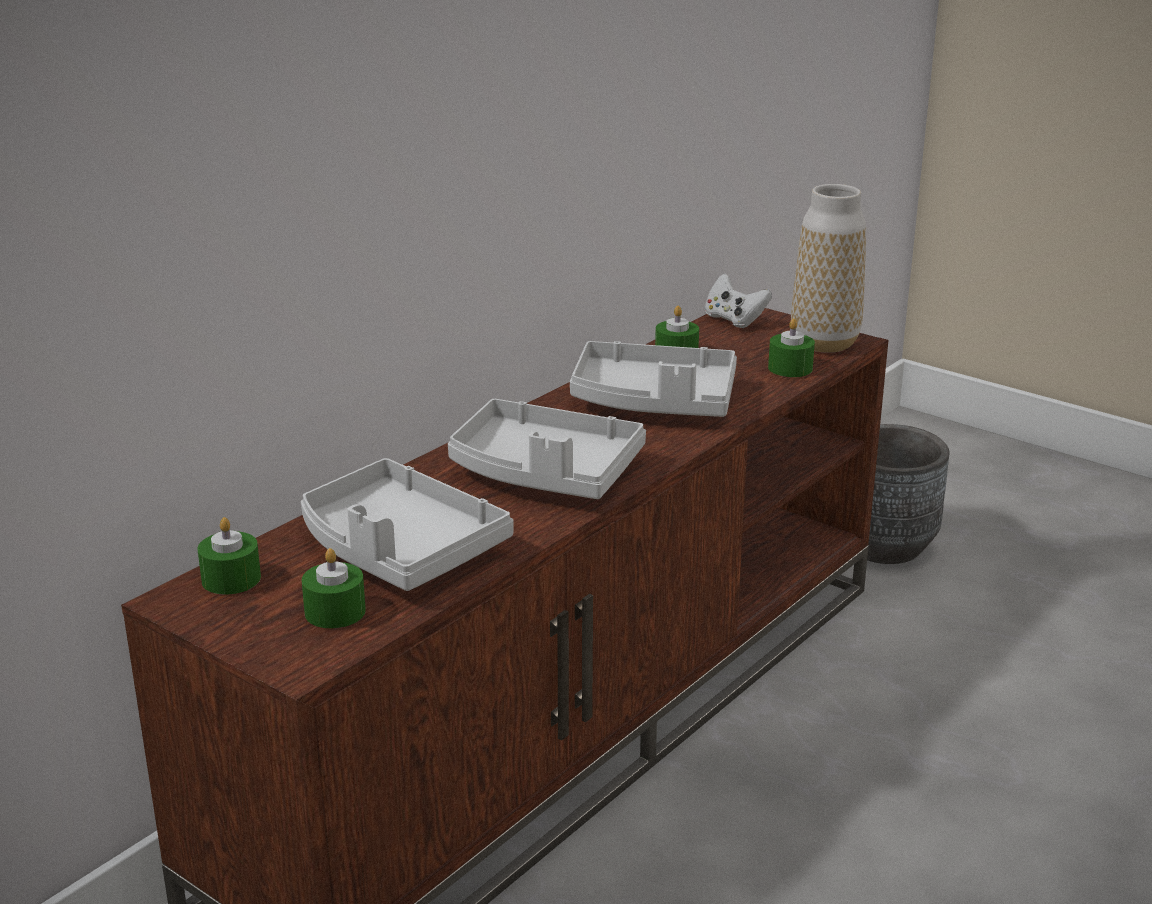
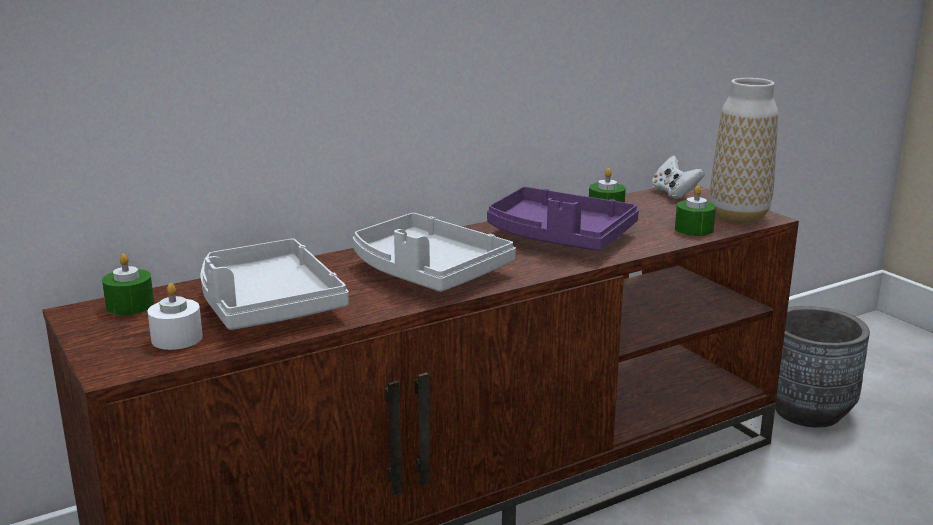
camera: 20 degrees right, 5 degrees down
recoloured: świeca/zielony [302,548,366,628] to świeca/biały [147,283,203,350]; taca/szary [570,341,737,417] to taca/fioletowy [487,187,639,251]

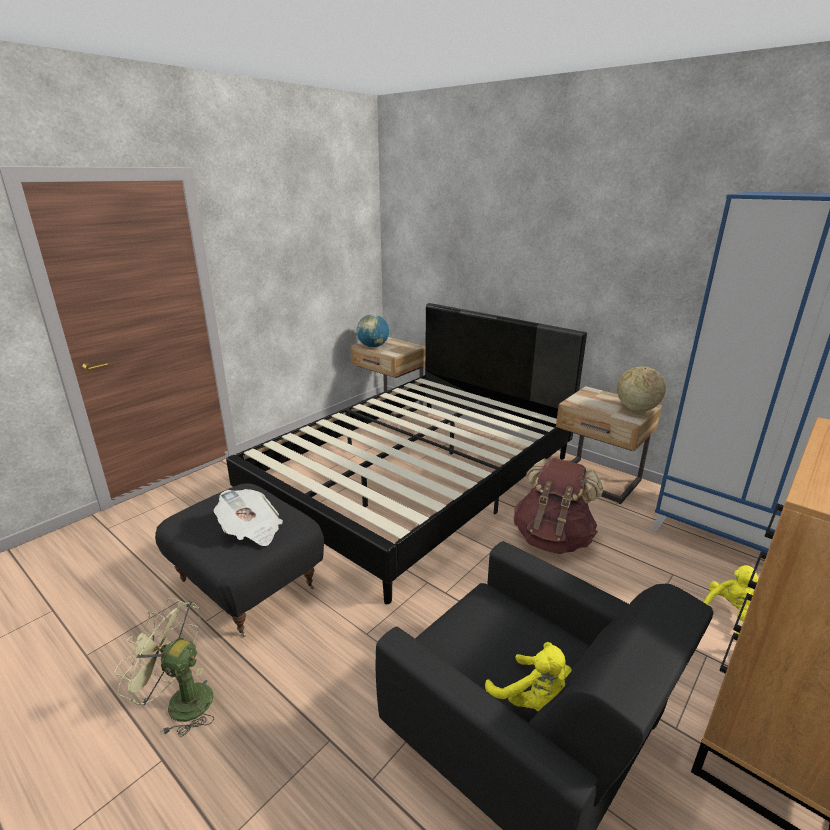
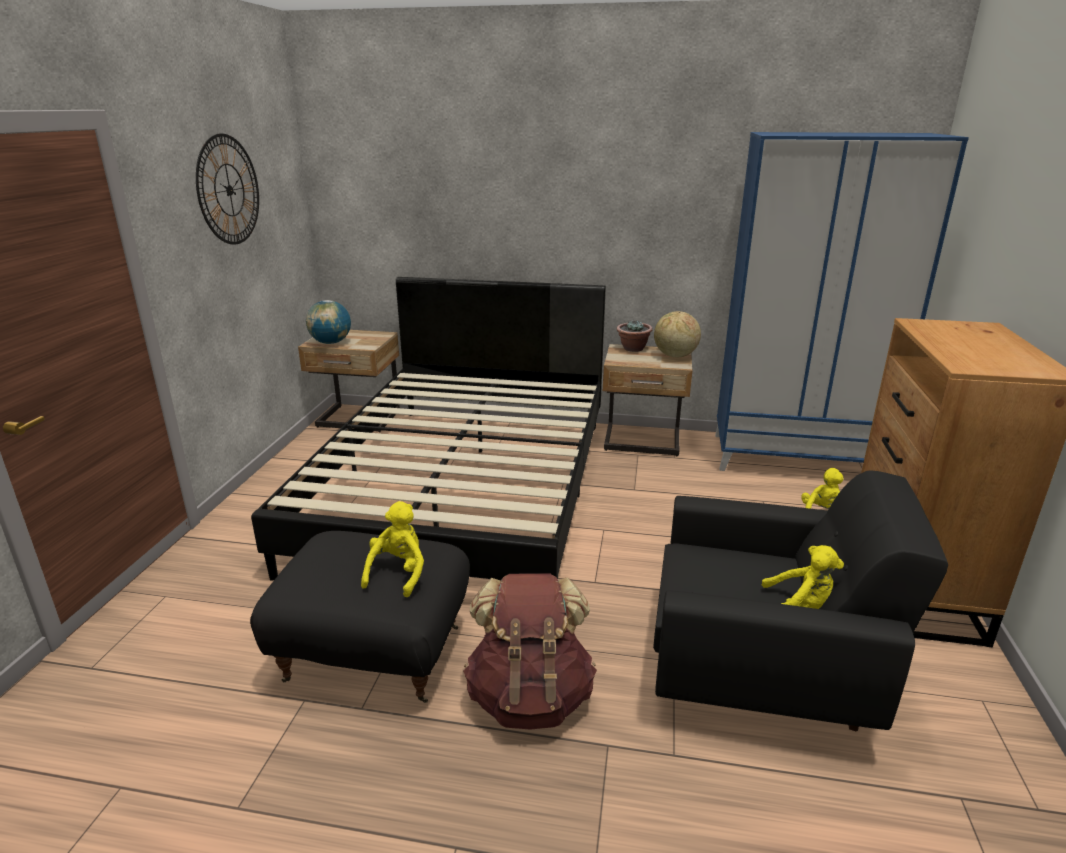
camera: 30 degrees left, 0 degrees up
removed: wentylator/zielony [114,598,214,737]
added: zegar ścienny [196,134,259,245]; roślina doniczkowa [617,320,653,352]
moved: plecak/brązowy [514,458,603,554] to [463,573,597,730]
replaced: gazeta [214,489,283,546] to pluszak/żółty [361,501,424,597]

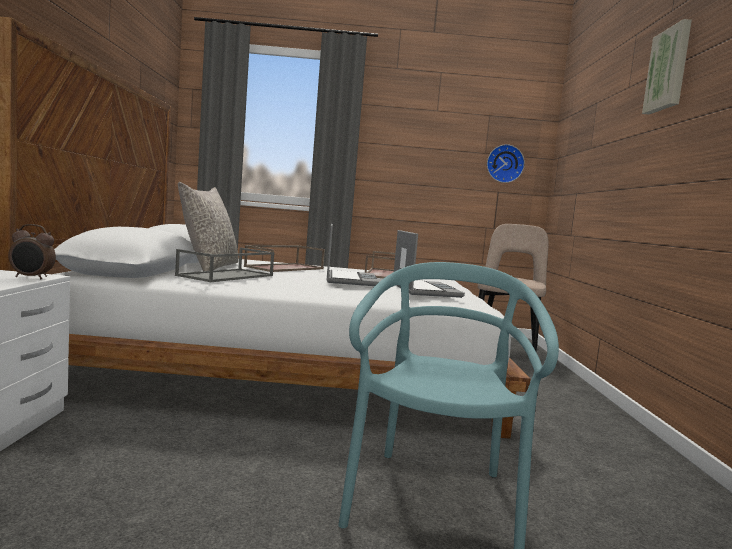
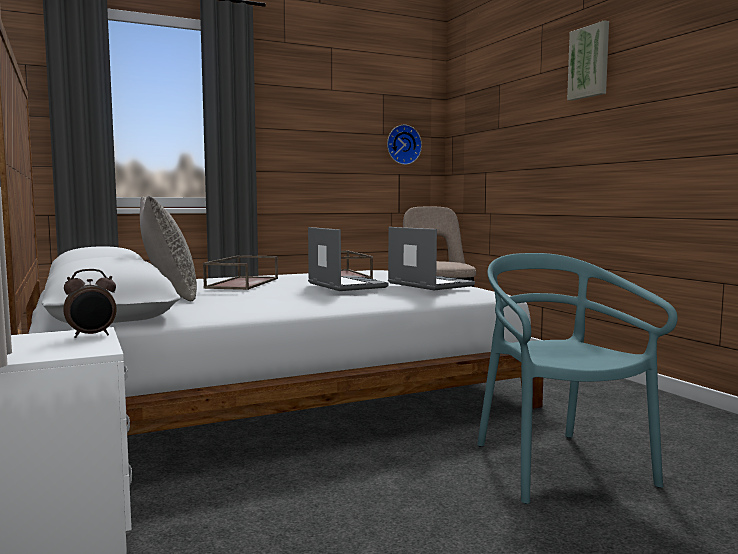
camera: 25 degrees left, 0 degrees up
removed: taca/szary [175,248,275,282]

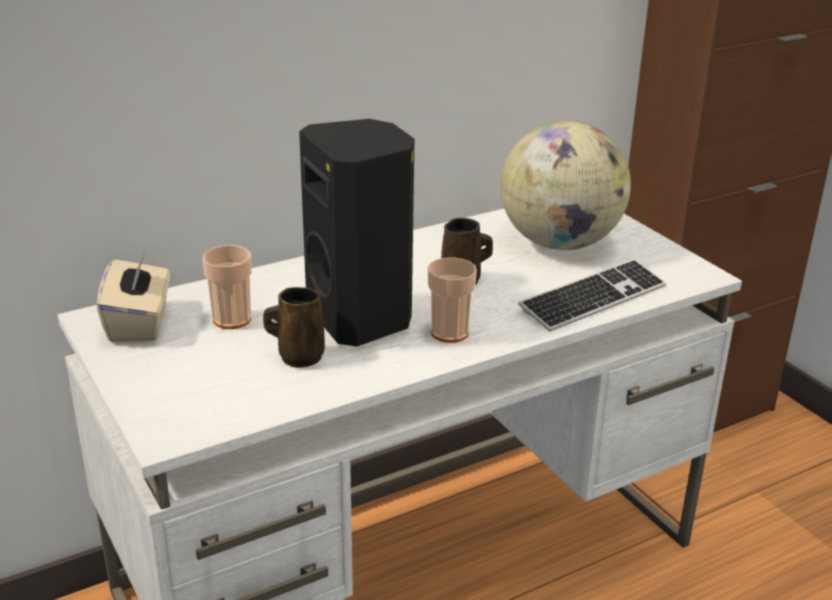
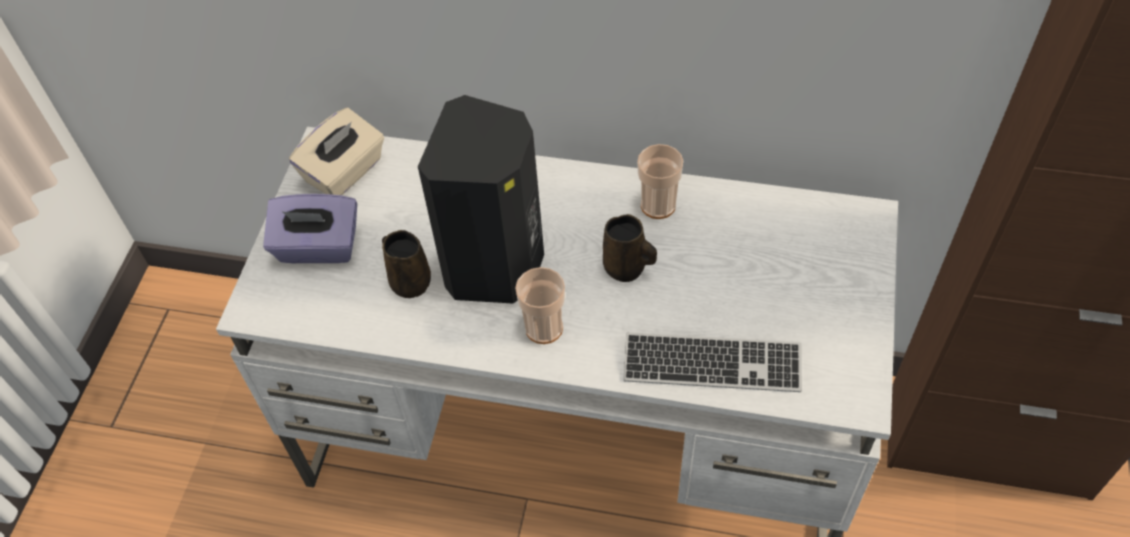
camera: 45 degrees right, 25 degrees up
removed: globus [500,120,631,250]
added: pudełko chusteczek/fioletowy [263,194,357,263]
moved: filiżanka [203,245,252,329] to [637,144,683,219]

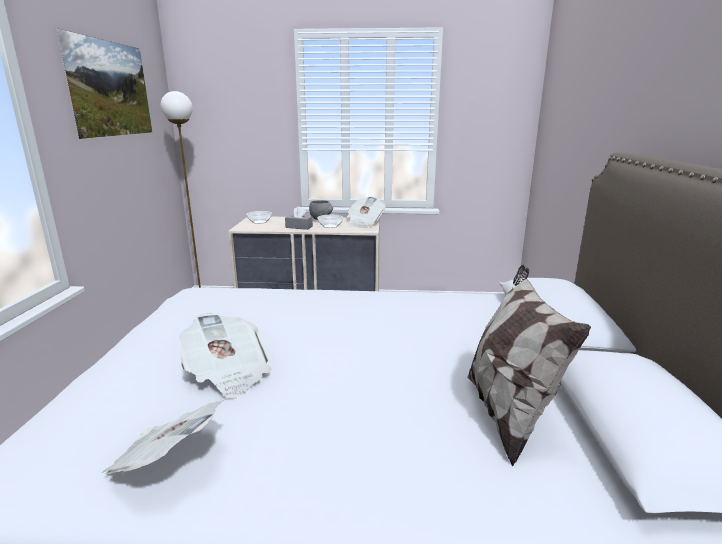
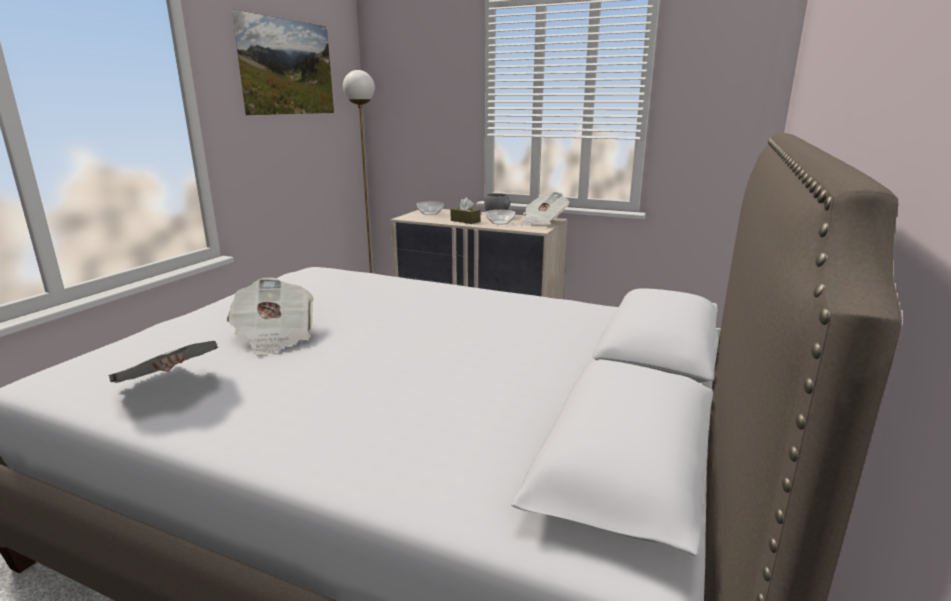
camera: 20 degrees right, 0 degrees up
removed: poduszka [467,265,591,466]
recoloured: pudełko chusteczek/szary [285,207,313,230] to pudełko chusteczek/brązowy [451,198,481,224]

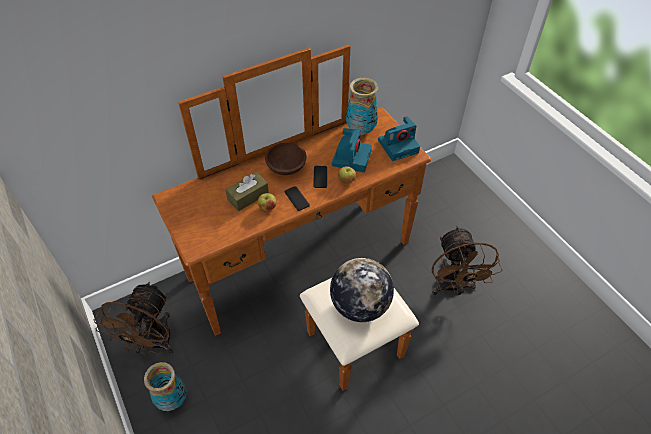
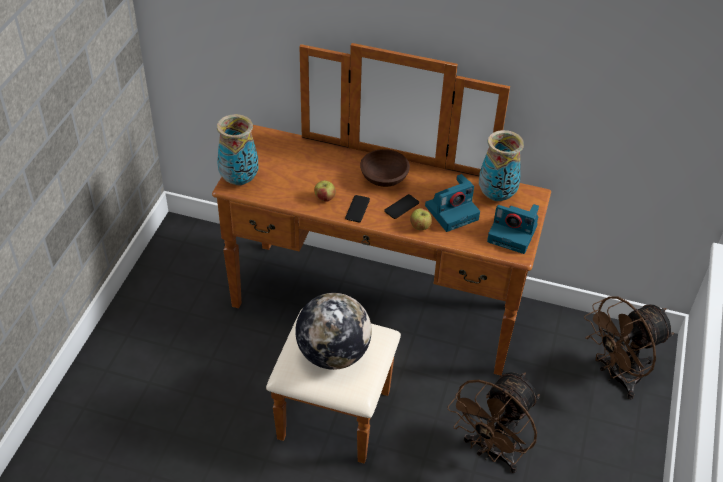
camera: 45 degrees right, 5 degrees down
removed: pudełko chusteczek/brązowy [225,172,269,211]
moved: wentylator/brązowy [94,282,174,356] to [584,296,674,399]; wazon [144,362,186,411] to [217,114,258,186]

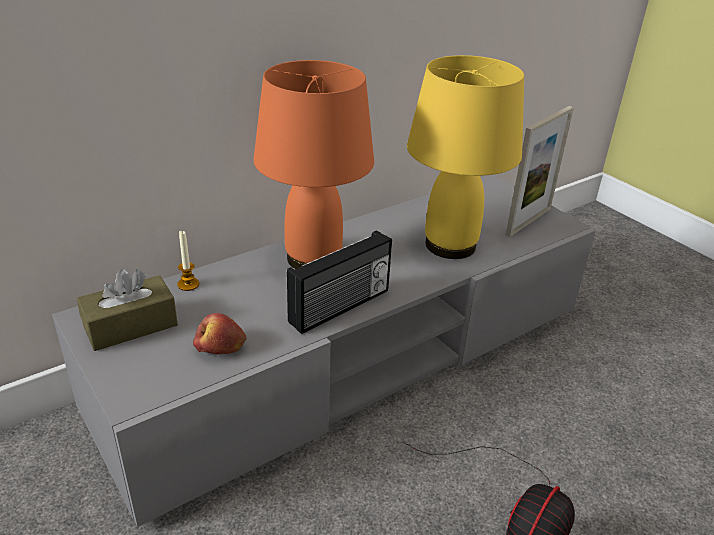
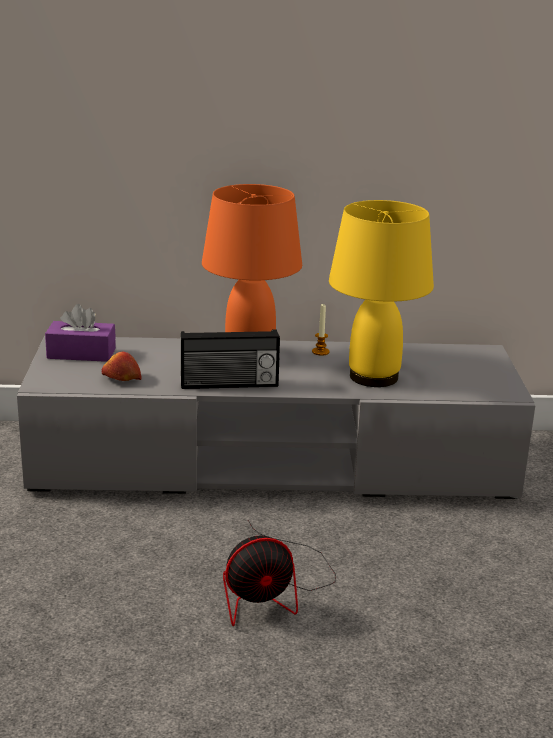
camera: 35 degrees right, 10 degrees down
removed: ramka na zdjęcie [506,106,574,237]
moved: świeca [177,231,199,291] to [312,303,330,356]
recoloured: pudełko chusteczek/brązowy [77,269,178,351] to pudełko chusteczek/fioletowy [45,304,116,362]

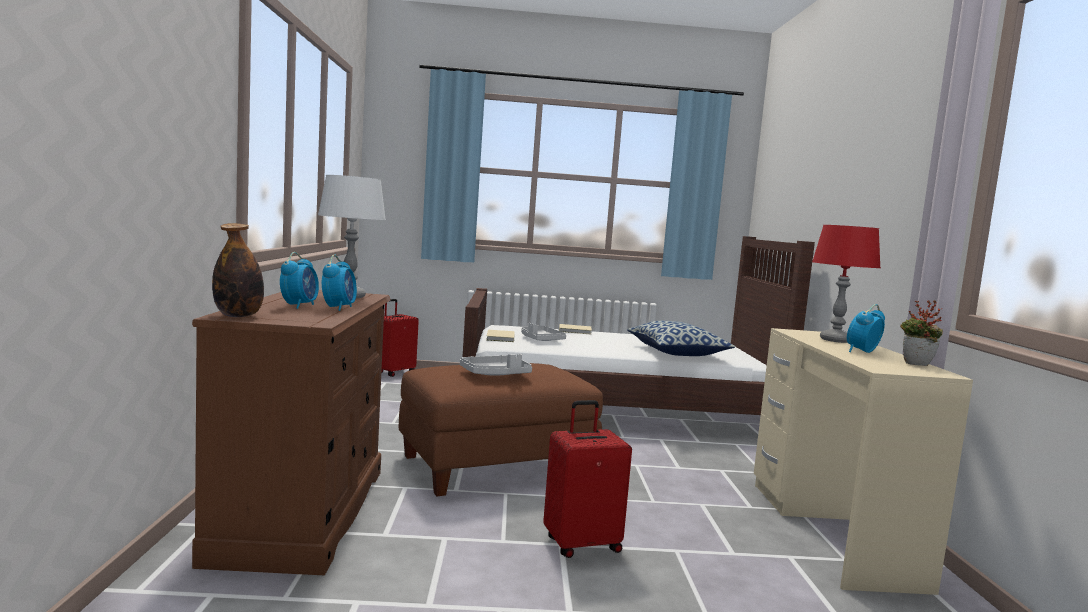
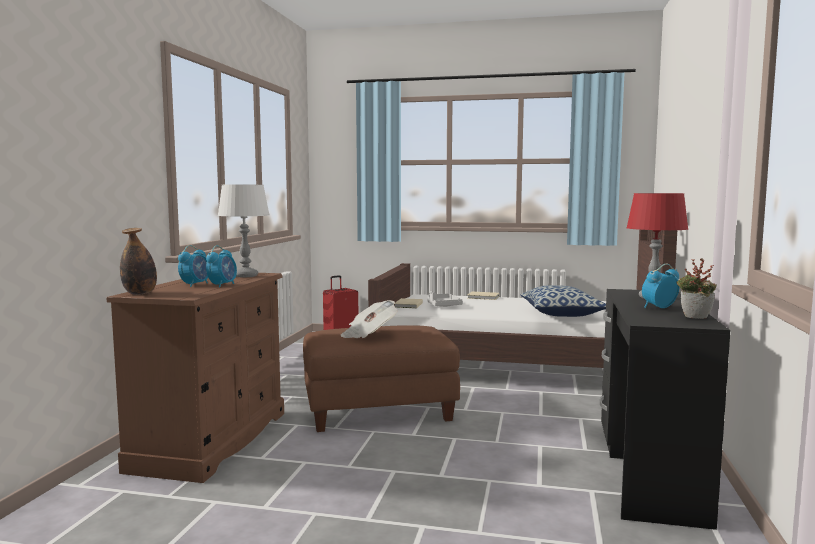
camera: 15 degrees right, 0 degrees up
removed: walizka/czerwony [543,400,632,558]
replaced: taca/szary [460,354,532,376] to gazeta [341,300,398,338]
recoloured: biurko/beżowy [754,328,973,595] to biurko/czarny [600,289,730,530]

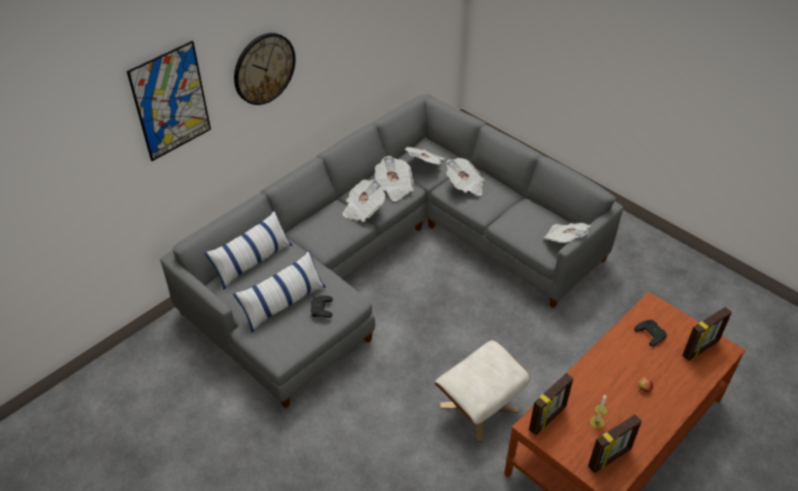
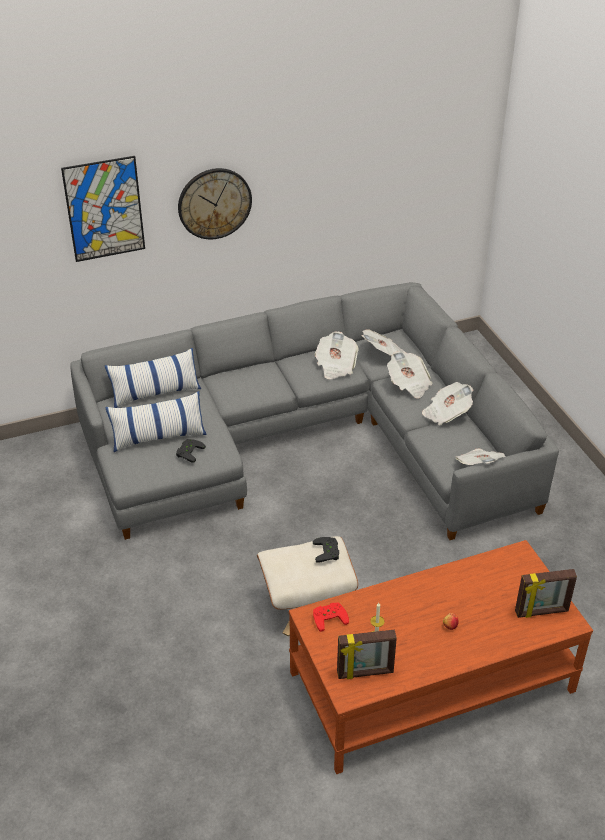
camera: 25 degrees right, 5 degrees down
moved: gazeta [343,180,385,222] to [422,382,474,426]; pad do gier/czarny [634,320,667,347] to [313,537,339,563]
replaced: ramka na zdjęcie [529,373,573,435] to pad do gier/czerwony [313,603,349,632]

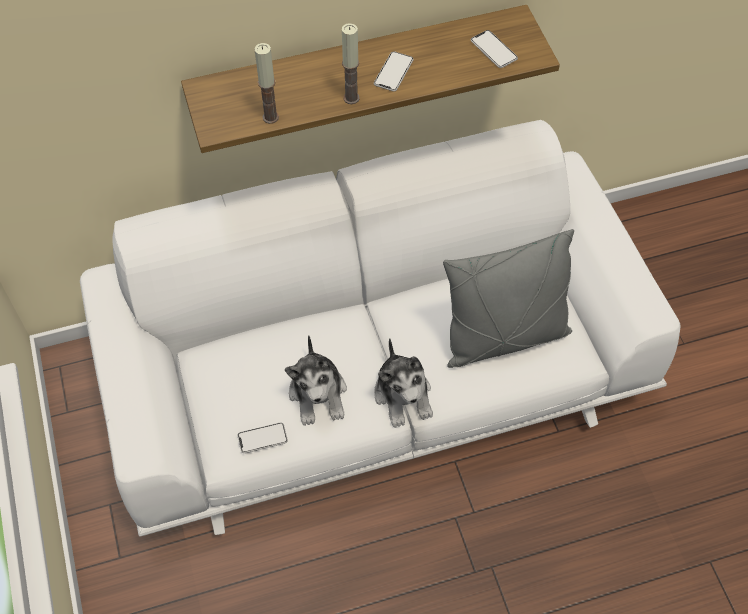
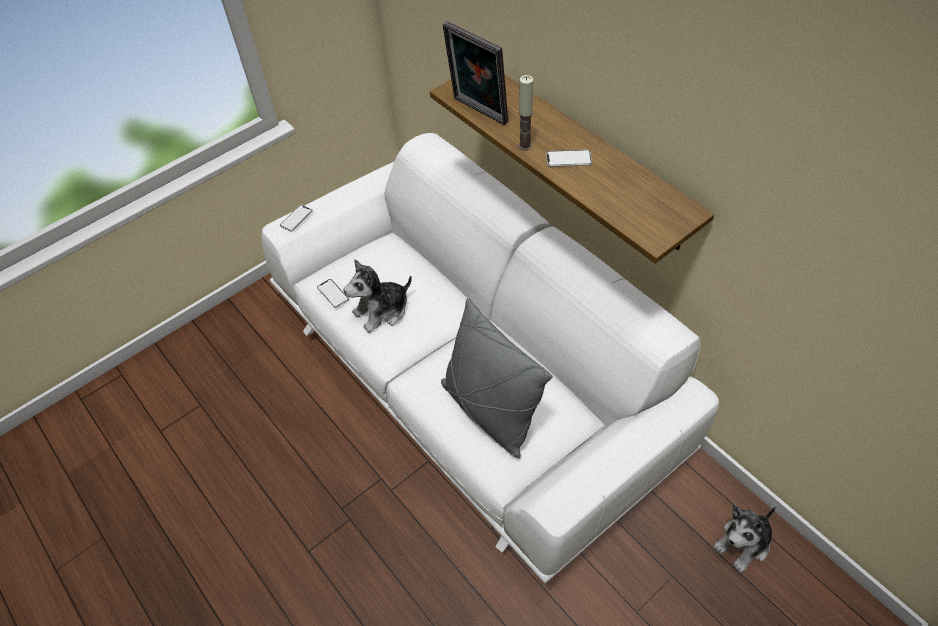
camera: 70 degrees right, 5 degrees down
moved: pluszak [374,338,433,428] to [713,504,776,573]; telefon [471,30,518,68] to [280,205,313,232]
replaced: świeca [254,43,279,124] to ramka na zdjęcie [443,21,508,125]

